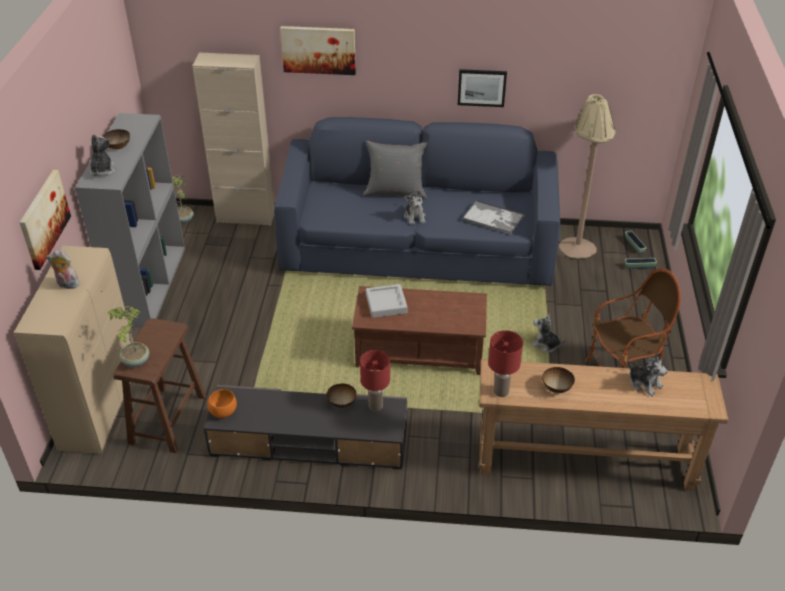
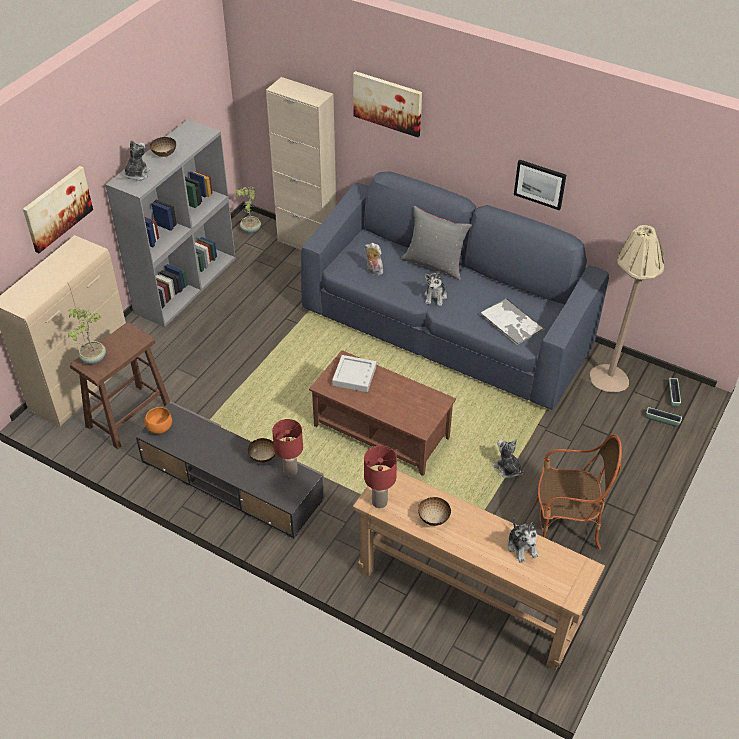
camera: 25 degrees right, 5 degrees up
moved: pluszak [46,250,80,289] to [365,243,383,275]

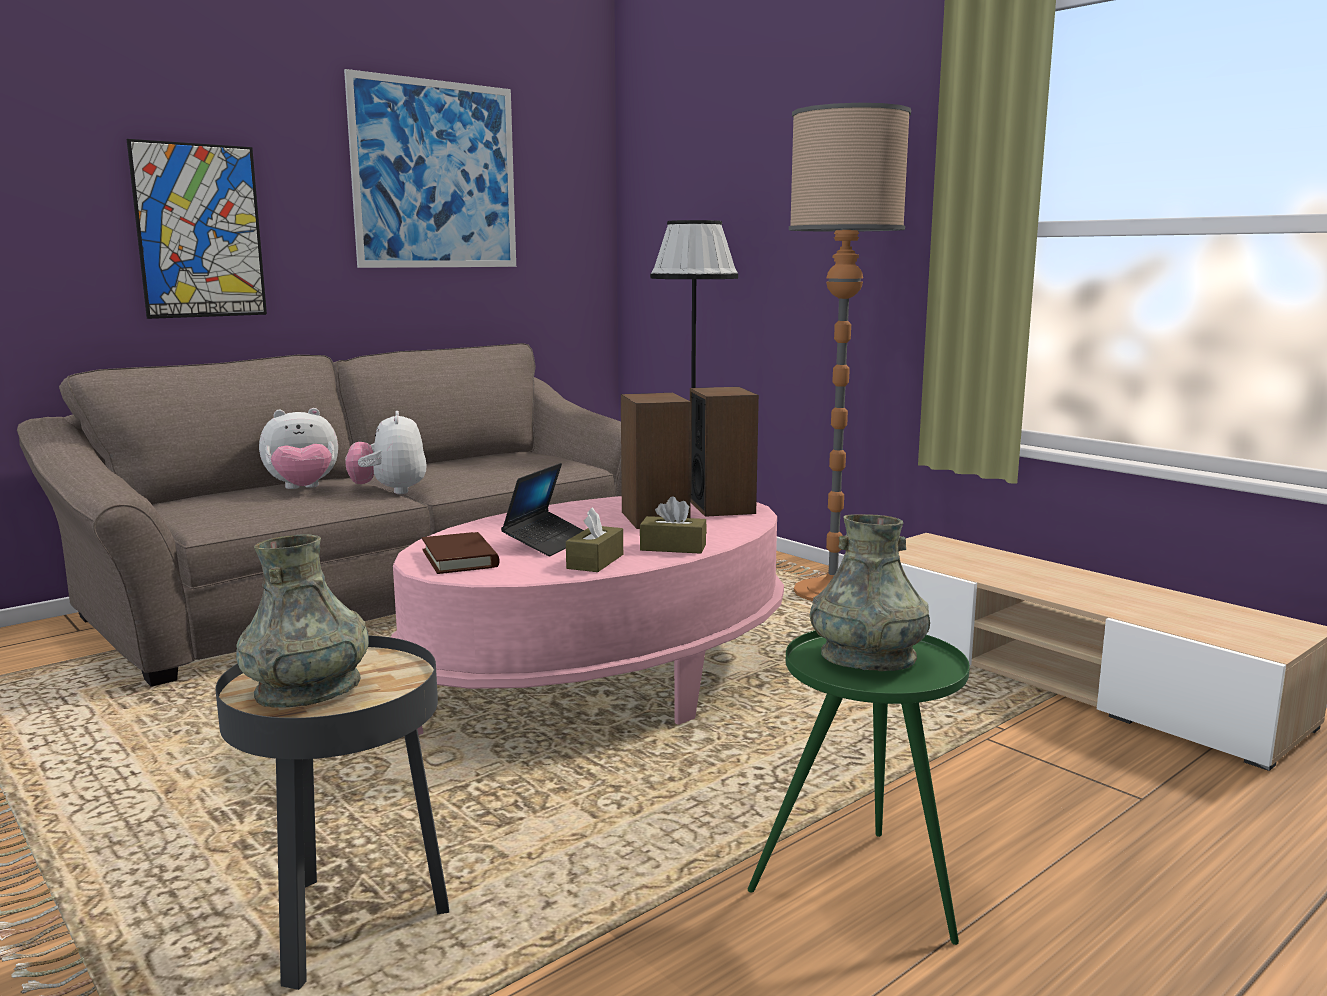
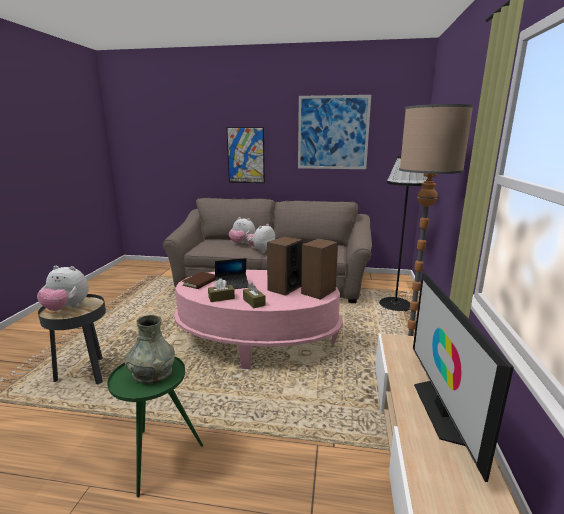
camera: 50 degrees right, 5 degrees up
added: telewizor [413,271,514,482]
replaced: wazon/szary [236,534,369,707] to pluszak [37,266,89,311]

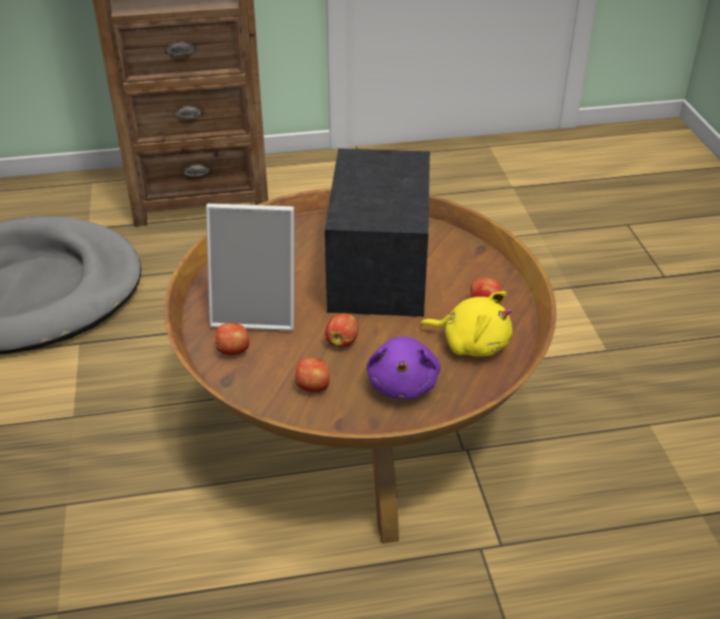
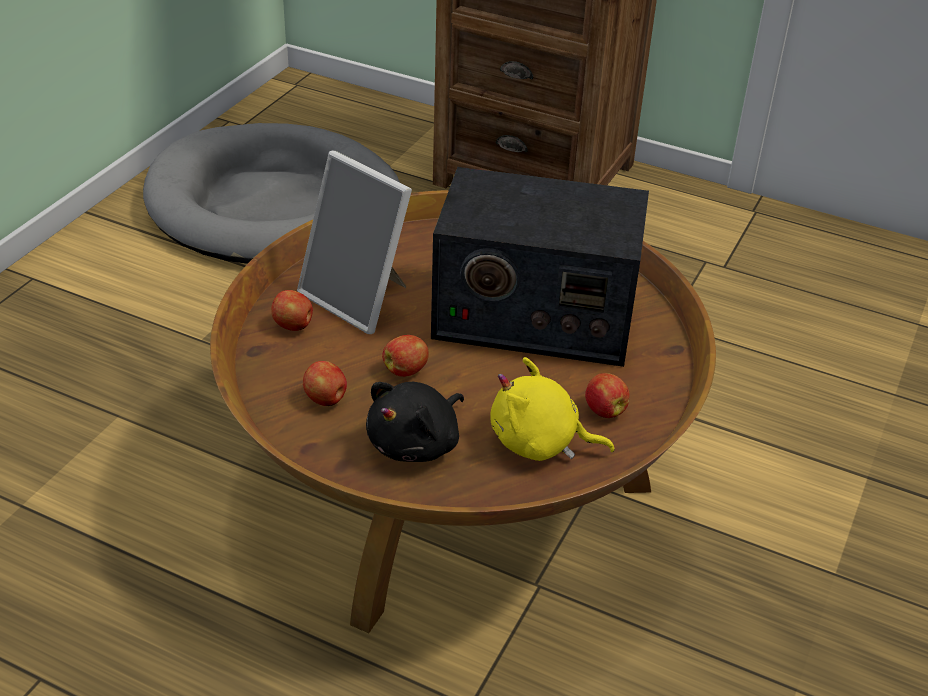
camera: 35 degrees right, 0 degrees up
recoloured: pluszak/fioletowy [367,336,441,399] to pluszak/czarny [366,382,464,462]
turned: radio [324,148,430,317] = [431,167,649,367] 120 degrees counterclockwise; pluszak/żółty [420,291,512,357] = [490,357,615,461] 135 degrees clockwise

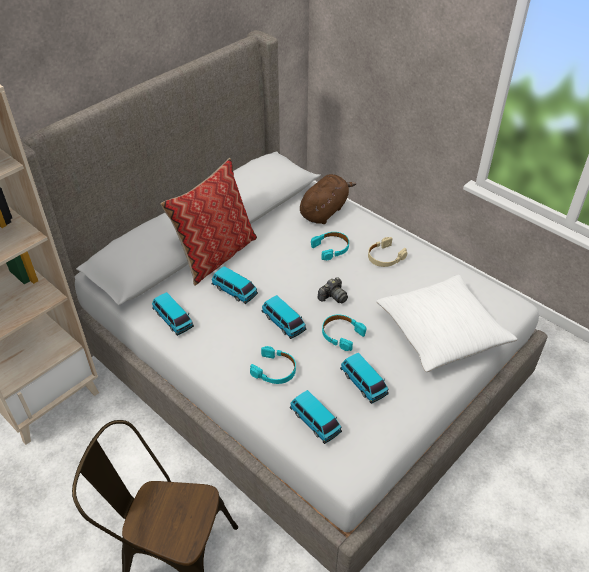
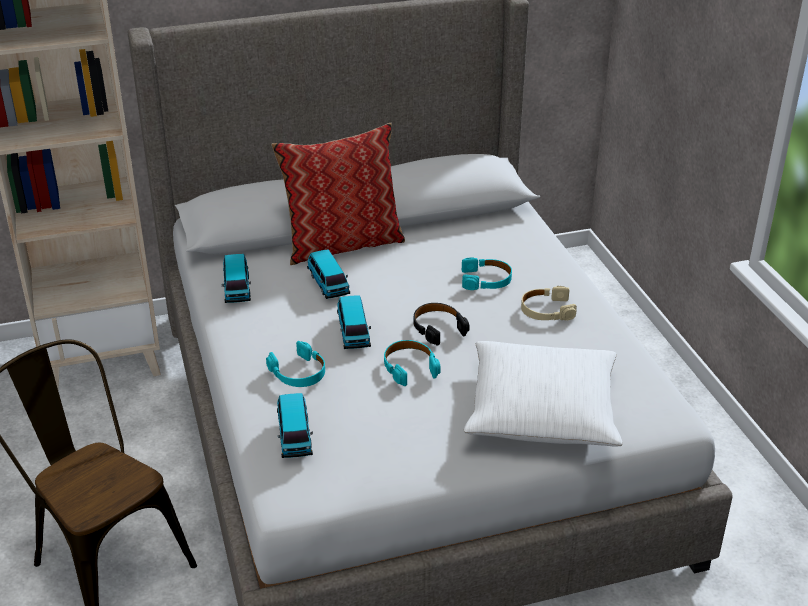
camera: 30 degrees right, 10 degrees down
removed: pluszak/brązowy [300,174,357,224]; samochodzik [340,353,389,404]
replaced: aparat fotograficzny [318,277,348,304] to słuchawki/czarny [414,303,469,346]

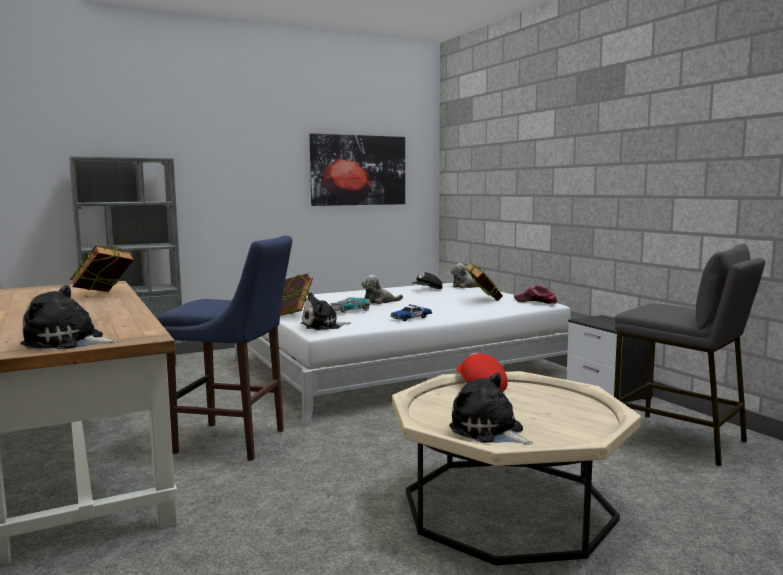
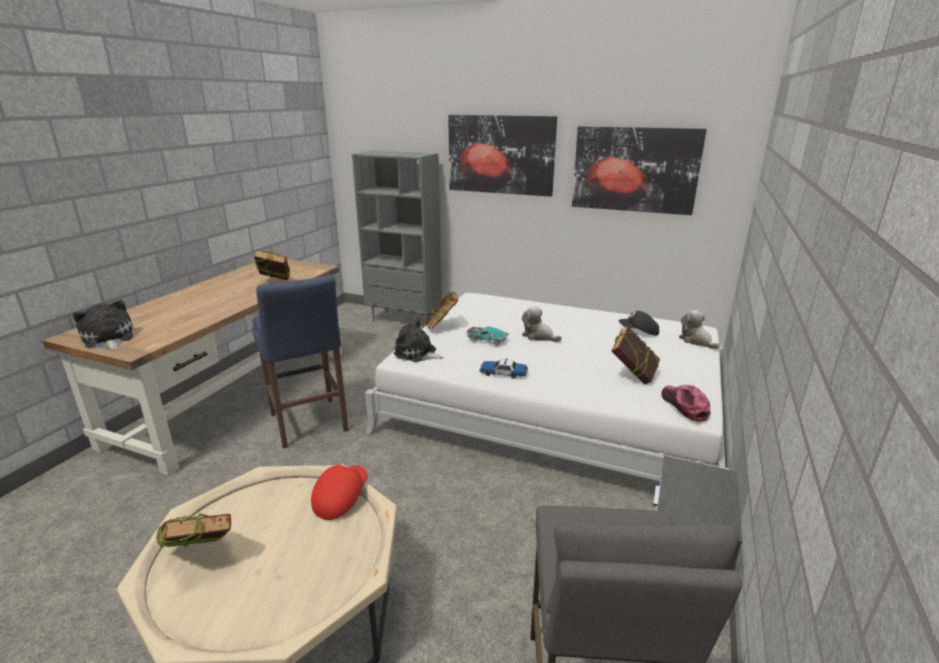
camera: 50 degrees right, 15 degrees up
added: obraz [448,115,557,197]
replaced: pluszak [449,373,533,444] to książka [156,513,231,547]

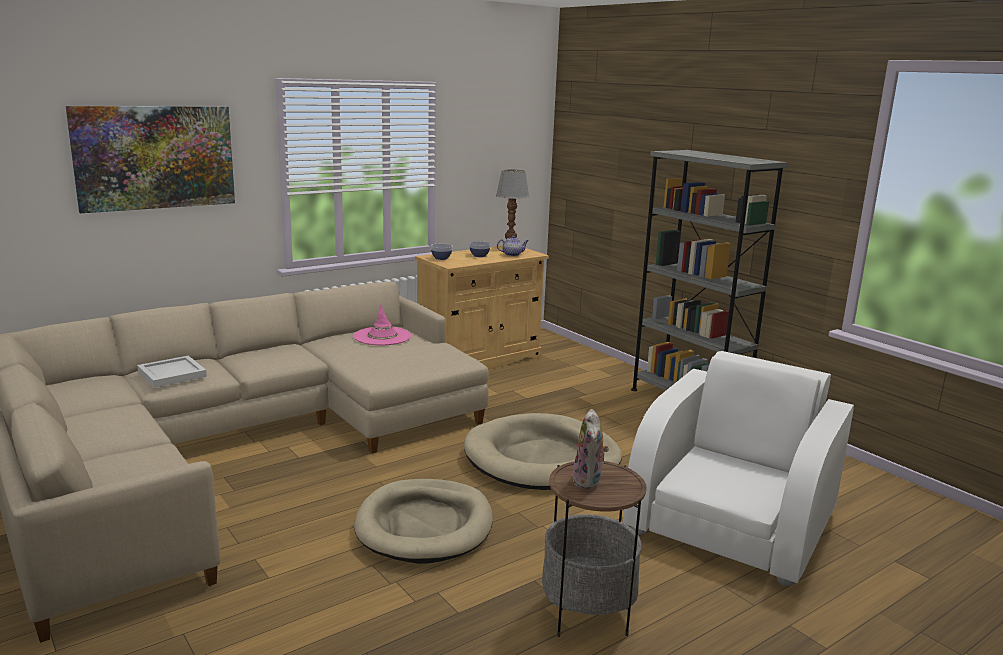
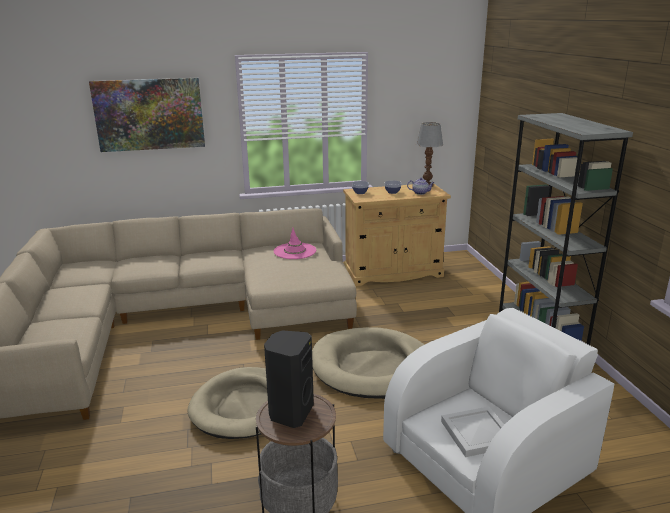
camera: 25 degrees right, 5 degrees up
moved: taca/biały [137,356,207,388] to [441,407,504,457]
replaced: pluszak [572,409,609,489] to głośnik/czarny [264,330,314,428]

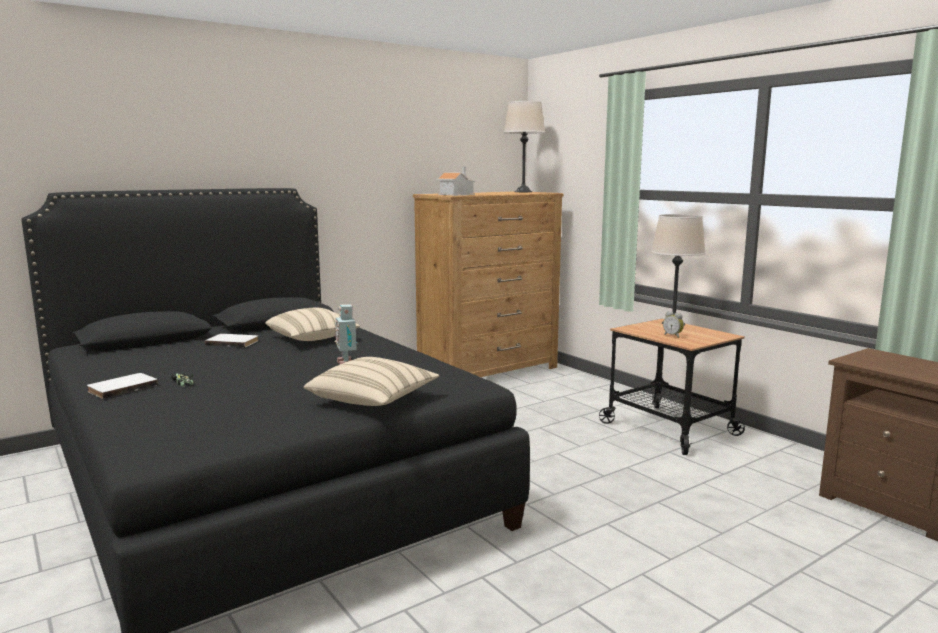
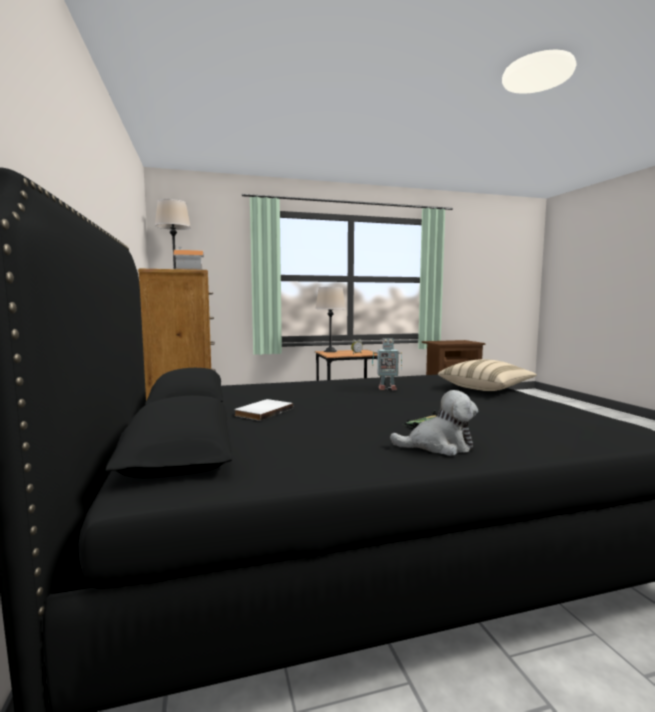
camera: 70 degrees left, 5 degrees down
removed: poduszka/beżowy [265,308,360,341]
replaced: książka/biały [87,373,158,399] to pluszak [390,390,478,456]

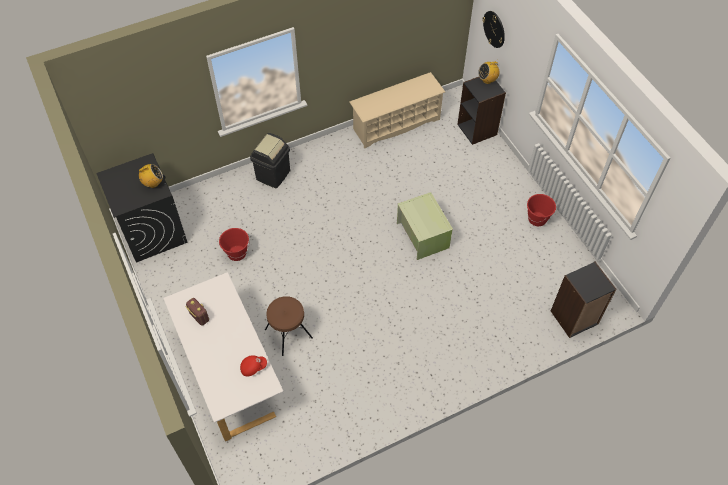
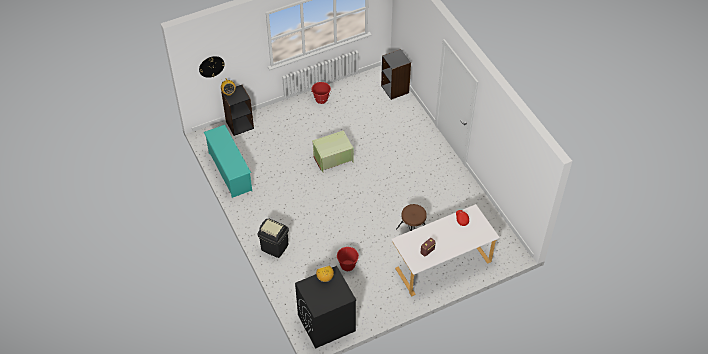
camera: 90 degrees left, 5 degrees down
recoloured: regał na buty/beżowy [349,72,445,148] to regał na buty/turkusowy [204,125,252,198]

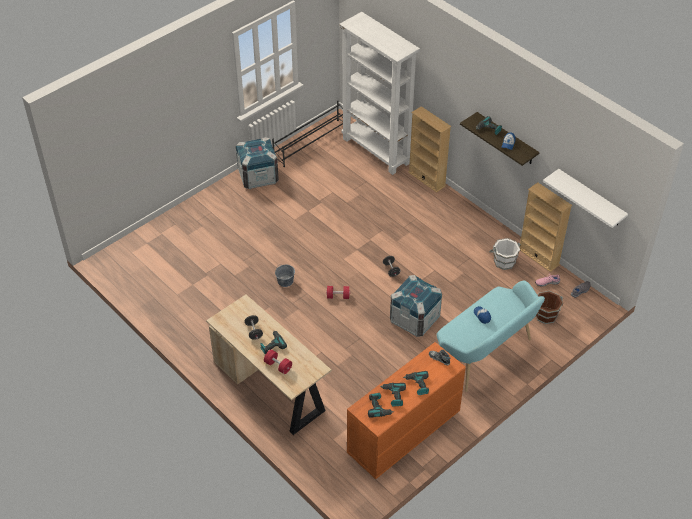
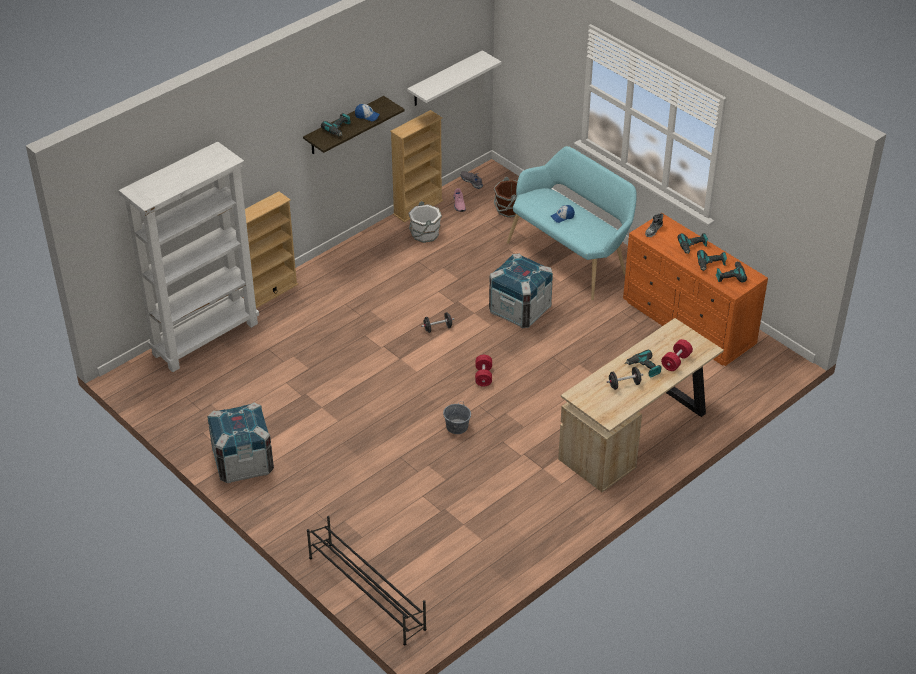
camera: 90 degrees left, 5 degrees down
moved: regał na buty/czarny [272,101,343,167] to [307,516,426,645]

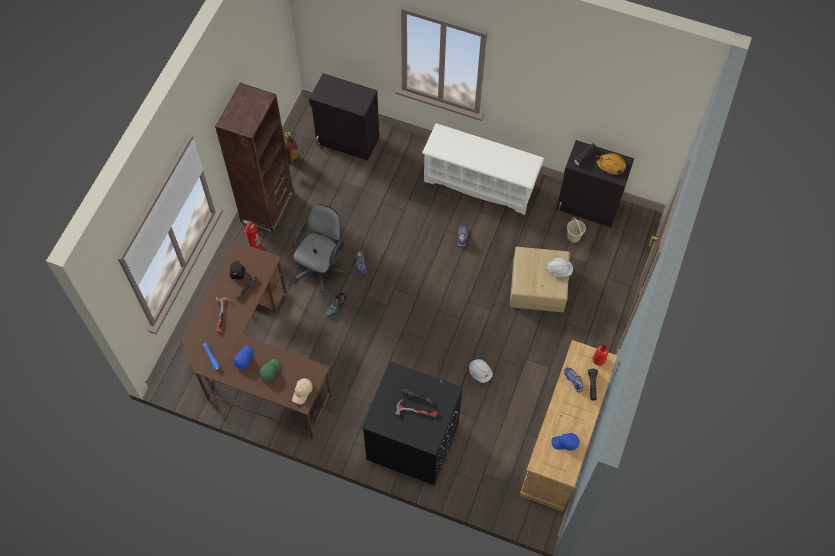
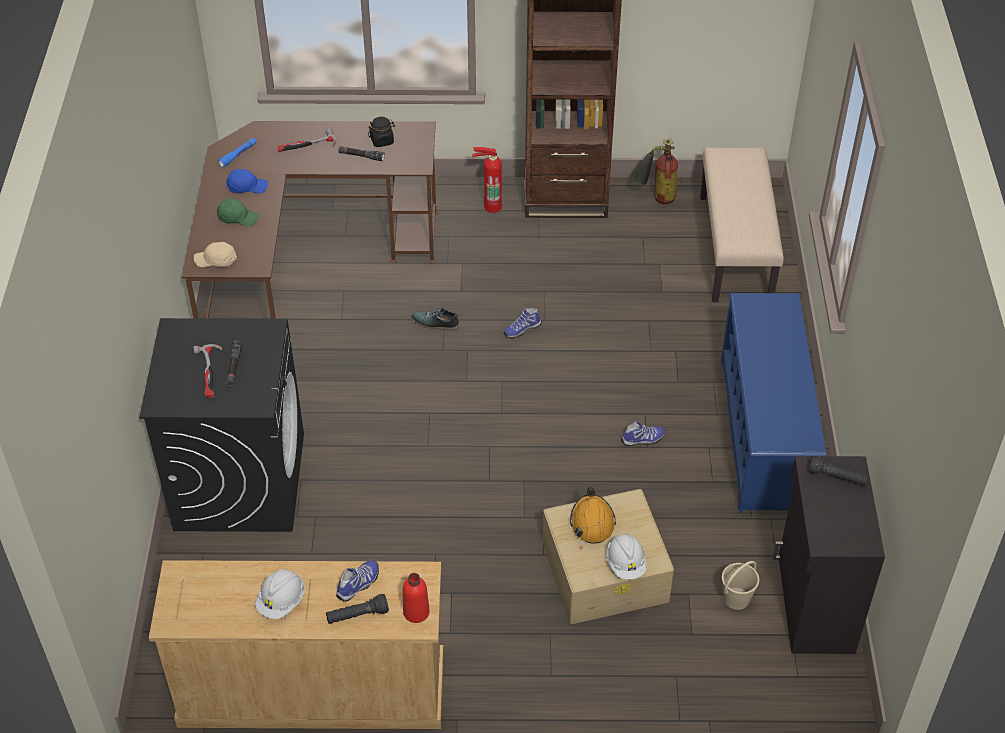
camera: 70 degrees right, 15 degrees down
removed: krzesło biurowe/szary [292,204,348,296]; czapka z daszkiem/niebieski [552,433,580,451]
moved: kask/biały [469,359,493,383] to [255,569,305,619]; kask/pomarańczowy [596,153,626,175] to [570,487,616,544]
replaced: szafka/czarny [309,73,379,161] to ławka/beżowy [700,147,784,302]
recoloured: regał na buty/biały [422,123,544,215] to regał na buty/niebieski [721,293,826,513]

